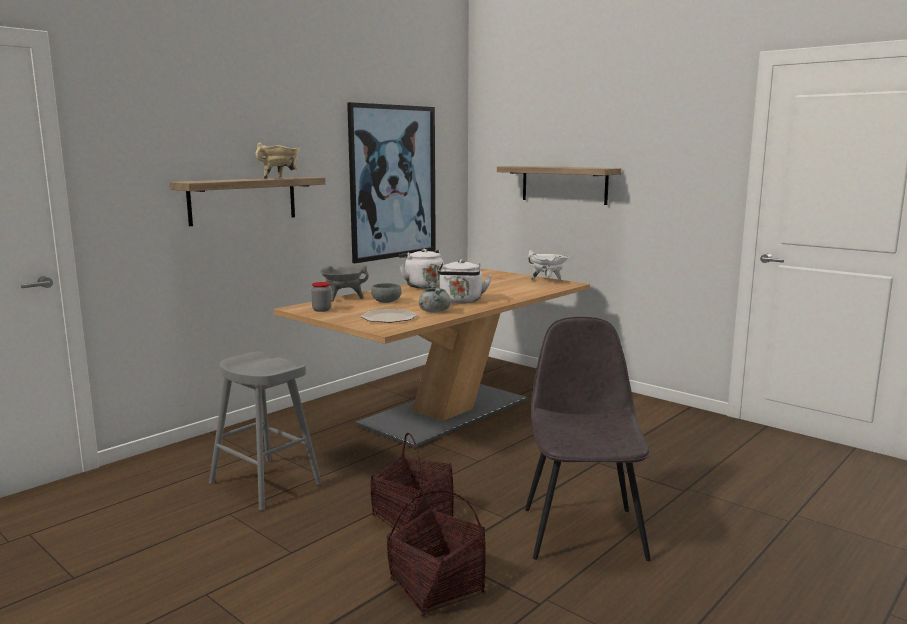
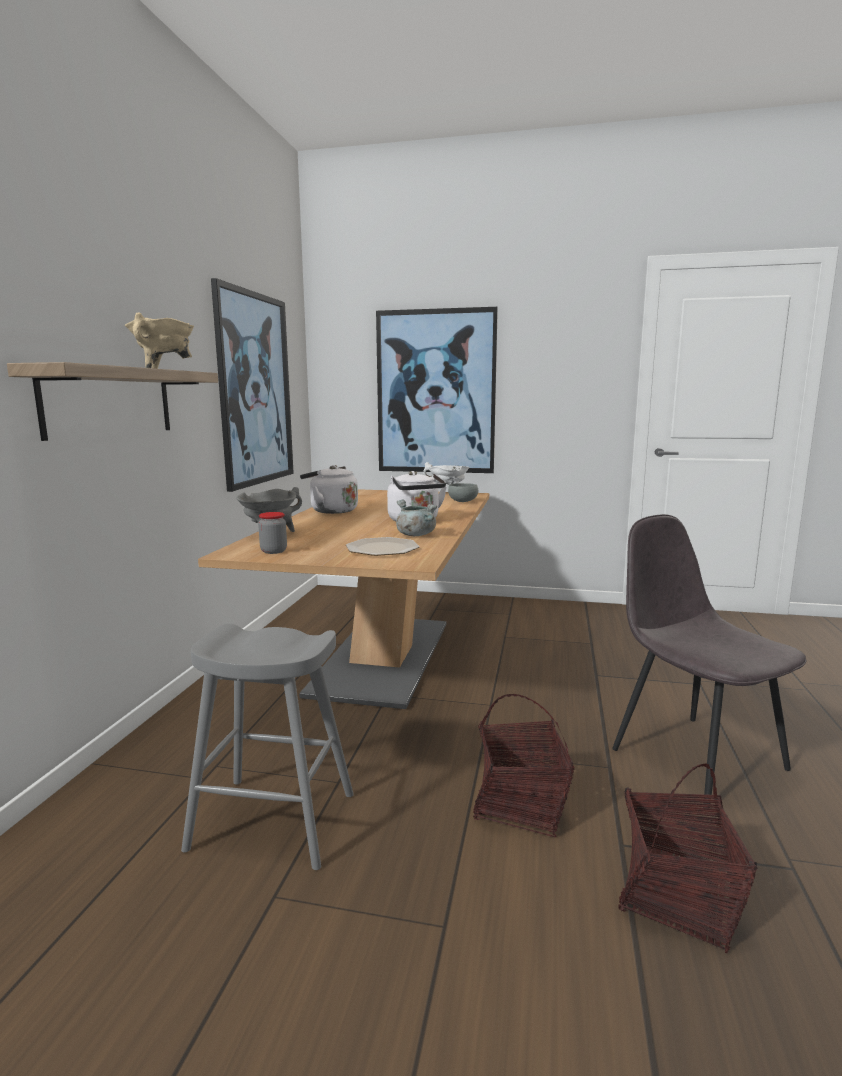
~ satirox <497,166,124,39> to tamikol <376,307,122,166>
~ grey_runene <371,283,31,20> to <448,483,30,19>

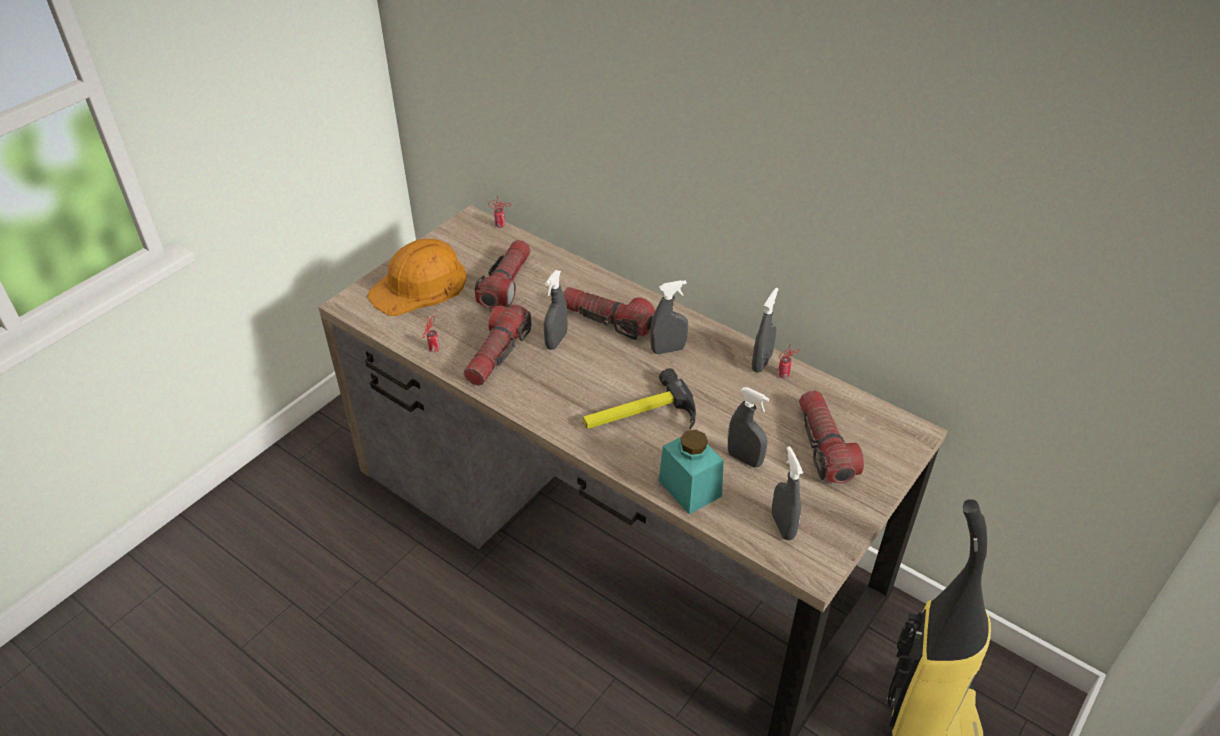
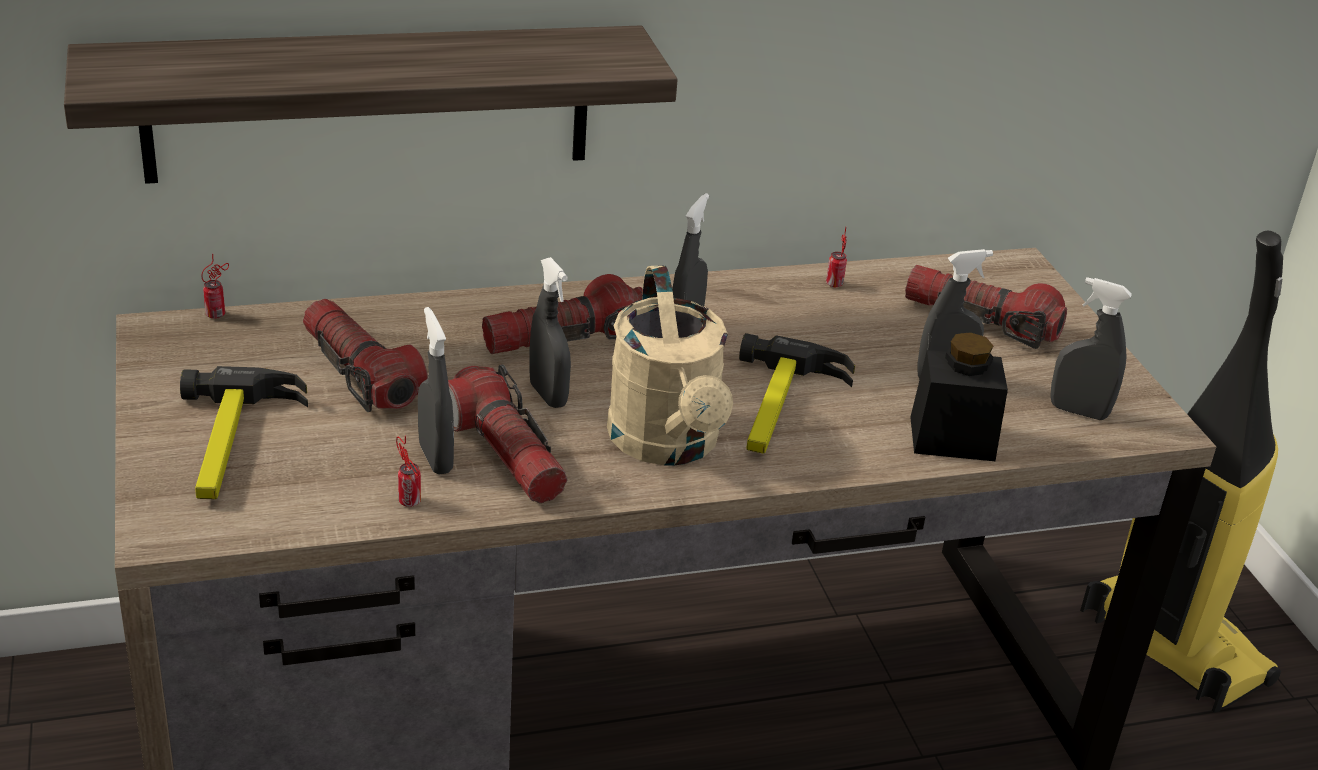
+ satirox <64,26,614,158>
~ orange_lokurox <367,239,100,77> to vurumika <180,366,128,133>
~ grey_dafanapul <752,288,27,85> to <418,307,36,168>
+ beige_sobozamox <607,265,126,200>
~ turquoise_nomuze <659,430,65,84> to black_nomuze <910,332,98,129>

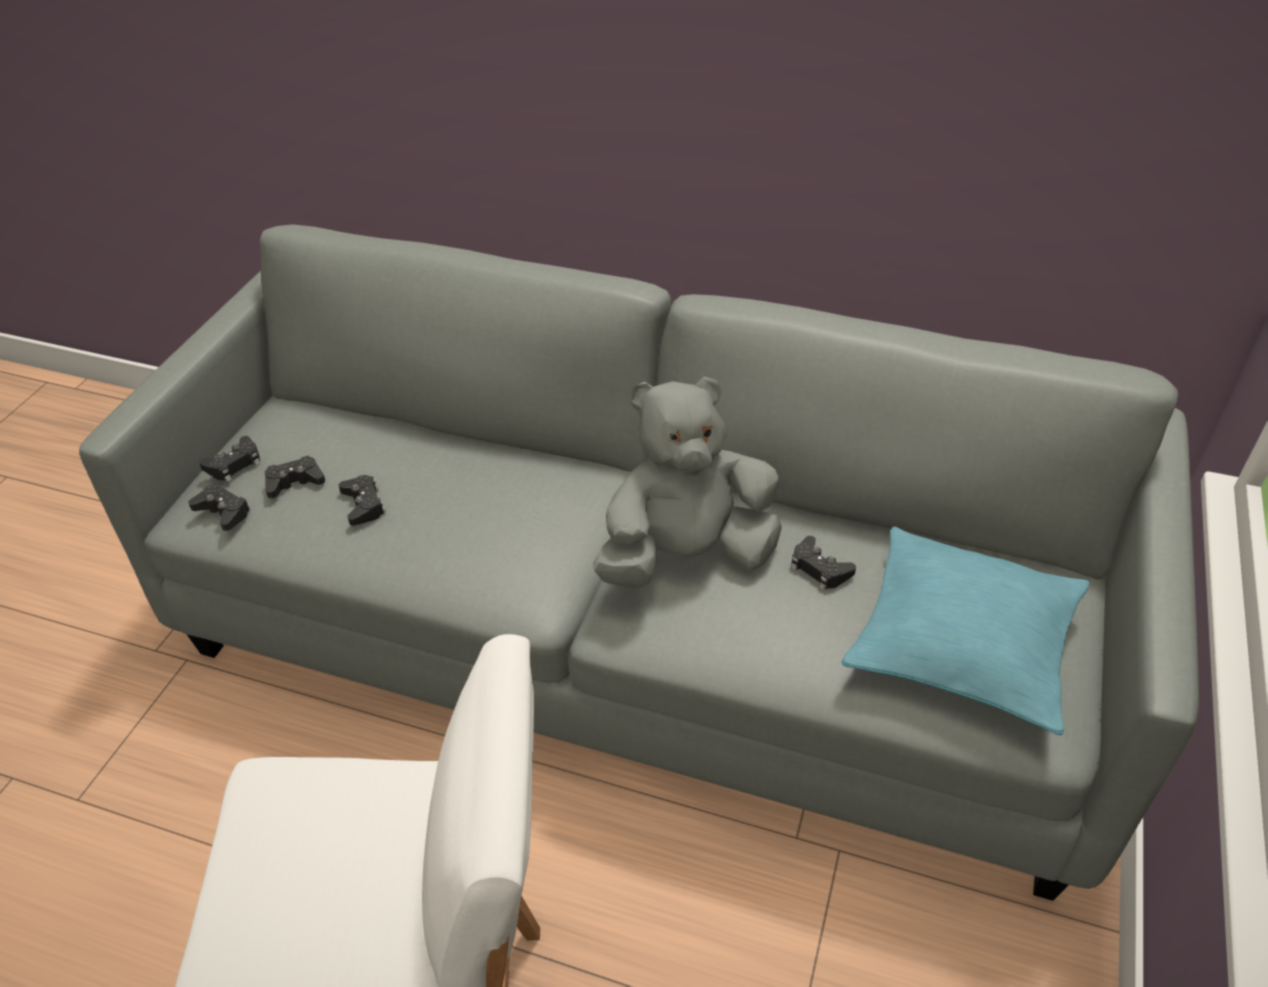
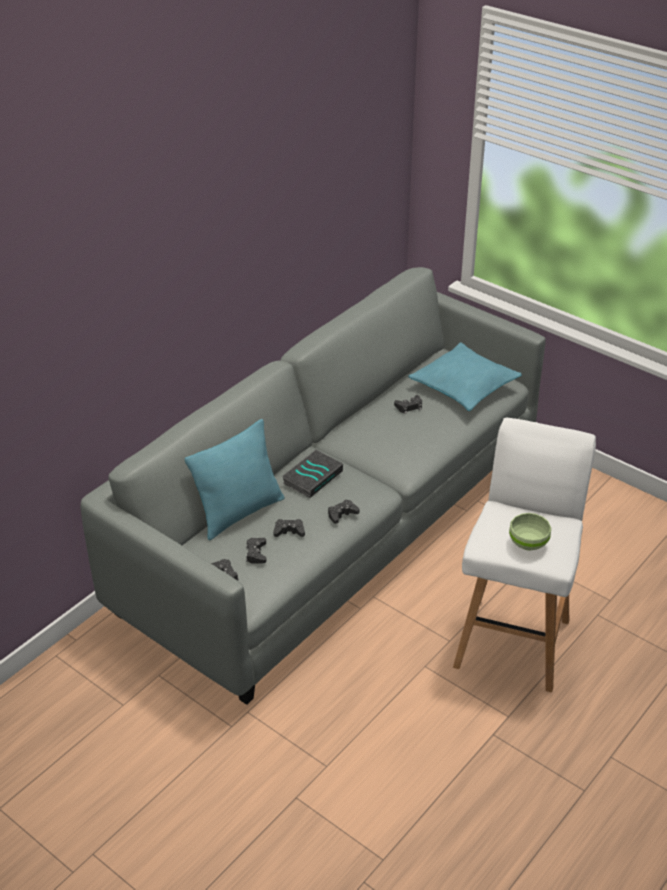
+ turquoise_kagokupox <185,419,99,121>
+ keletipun <282,449,61,49>
~ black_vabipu <188,483,63,48> to <328,499,31,25>
+ green_runene <509,513,42,38>
- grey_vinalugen <593,377,189,211>

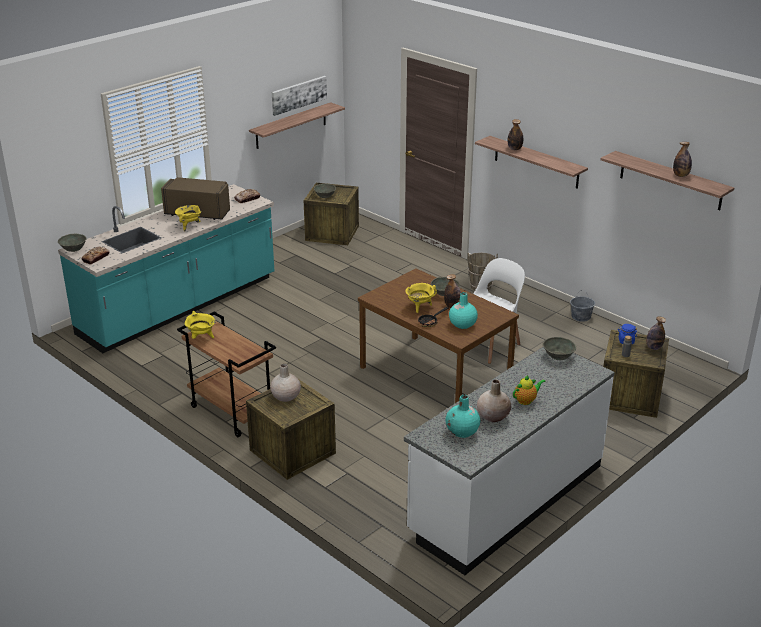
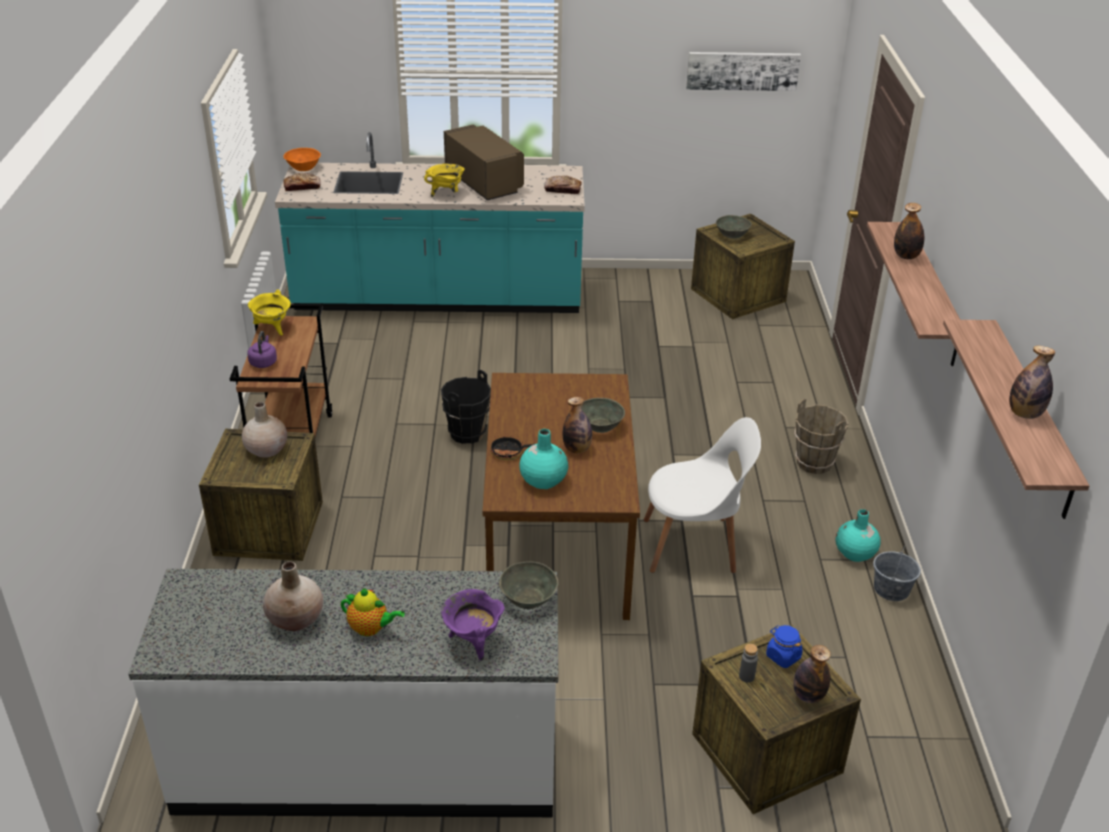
+ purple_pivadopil <247,331,30,37>
~ grey_runene <58,234,29,18> to orange_runene <283,148,38,23>
+ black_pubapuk <441,370,50,74>
+ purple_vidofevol <441,589,64,72>
~ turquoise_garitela <445,395,35,43> to <836,509,44,53>
- satirox <249,102,96,47>
- yellow_vidofevol <405,283,32,30>

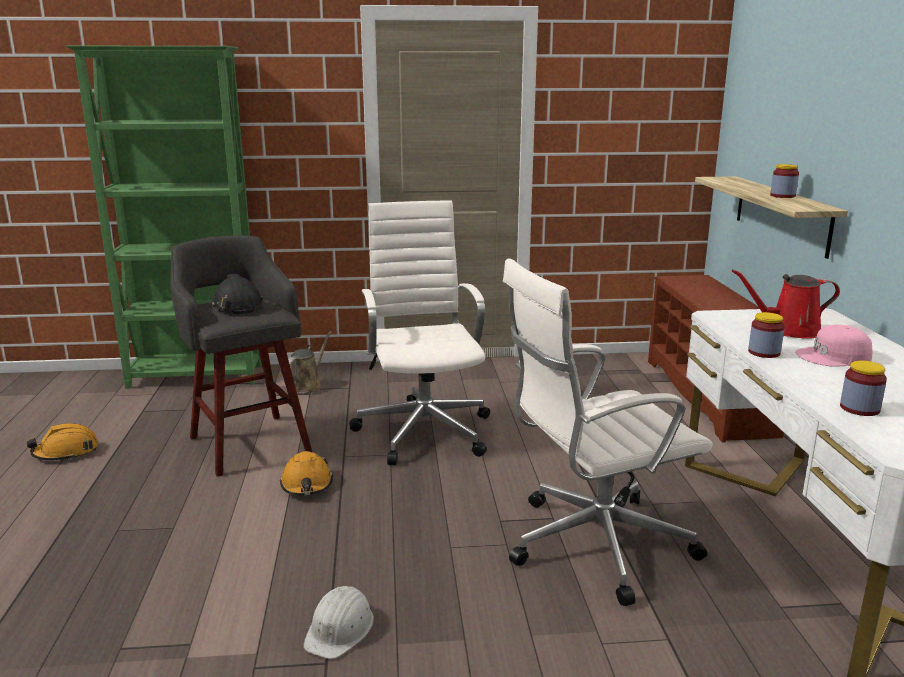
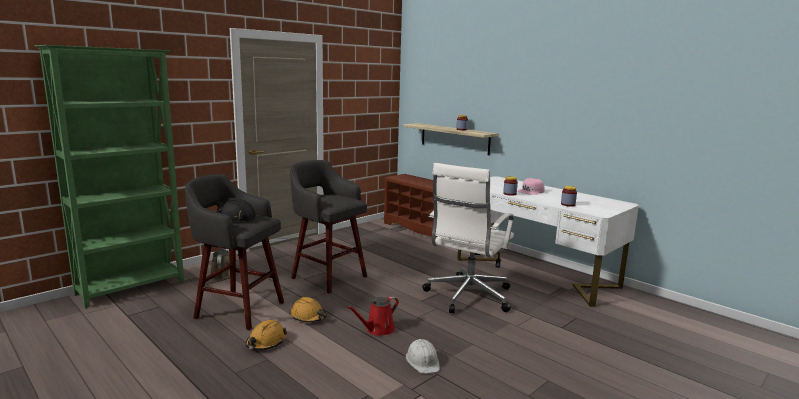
~ orange_lokurox <26,423,72,37> to <245,320,42,30>
~ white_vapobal <349,200,141,265> to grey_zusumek <290,160,77,134>
~ red_sobozamox <732,270,108,69> to <347,296,52,40>

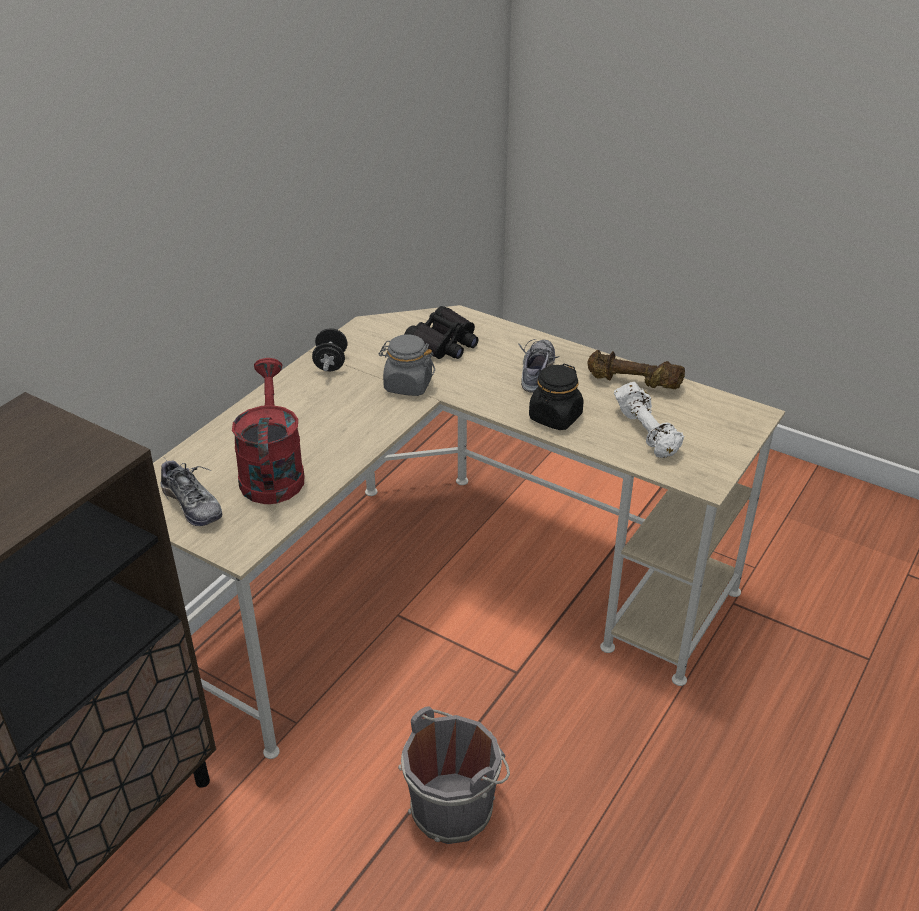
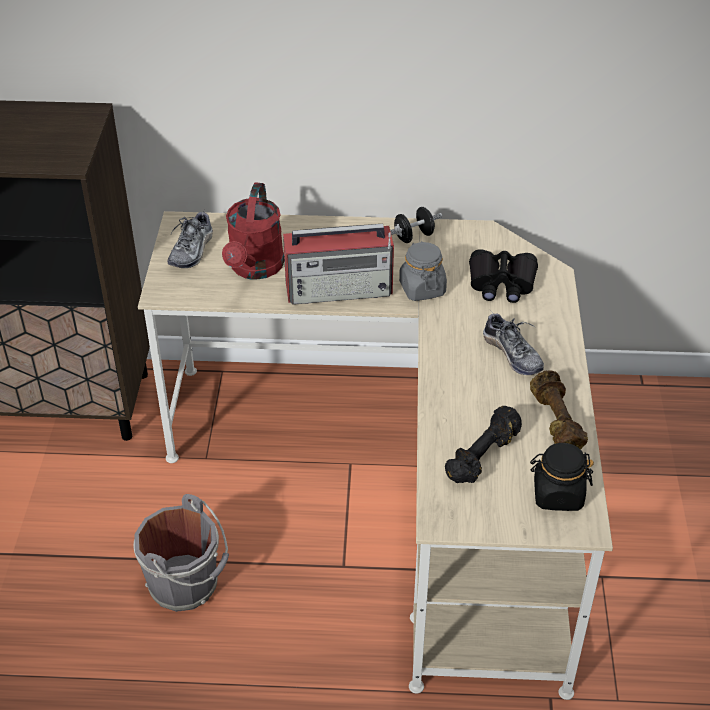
~ red_sobozamox <232,358,72,146> = <222,182,63,98> 135 degrees clockwise
+ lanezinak <283,224,111,81>
~ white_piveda <614,382,70,76> to black_piveda <445,406,77,77>
~ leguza <518,339,42,54> = <483,310,61,65> 75 degrees clockwise
~ black_nomuze <529,364,55,66> to <530,443,64,68>

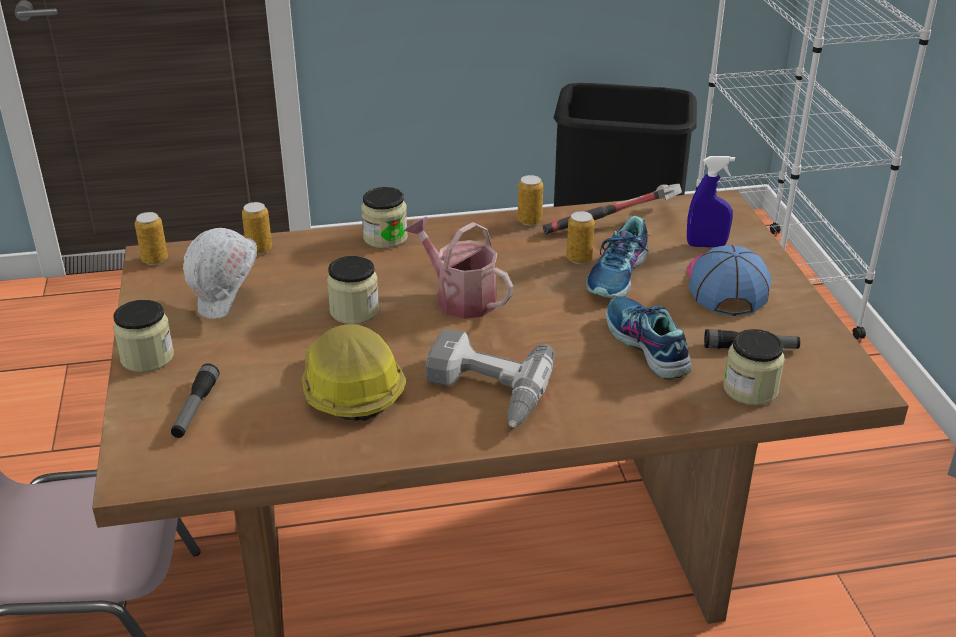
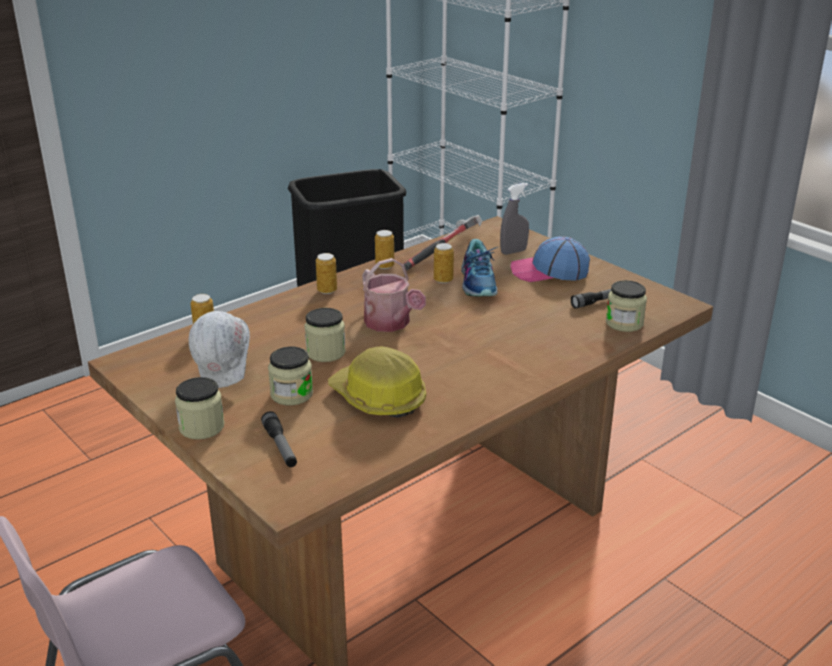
~ nomuze <361,187,47,62> to <268,347,45,59>
~ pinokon <135,212,33,53> to <316,253,21,41>
~ sobozamox <405,217,108,102> = <362,258,64,74> 135 degrees counterclockwise
~ blue_dafanapul <687,156,48,91> to grey_dafanapul <500,183,29,72>
~ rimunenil <687,245,84,71> = <510,236,80,46> 60 degrees counterclockwise
- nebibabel <425,329,130,98>
- leguza <606,296,86,83>

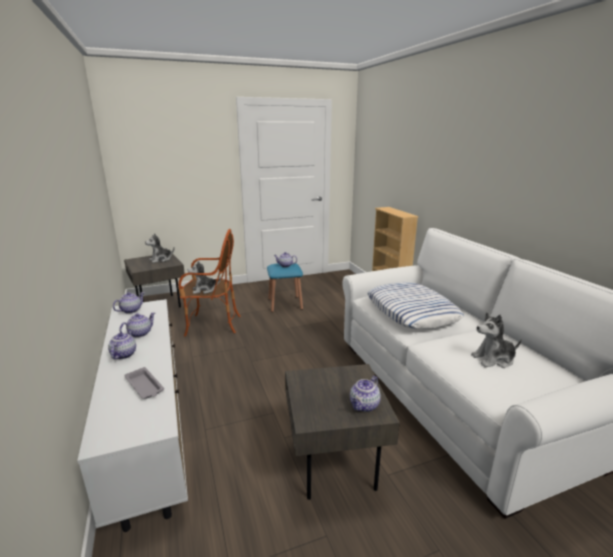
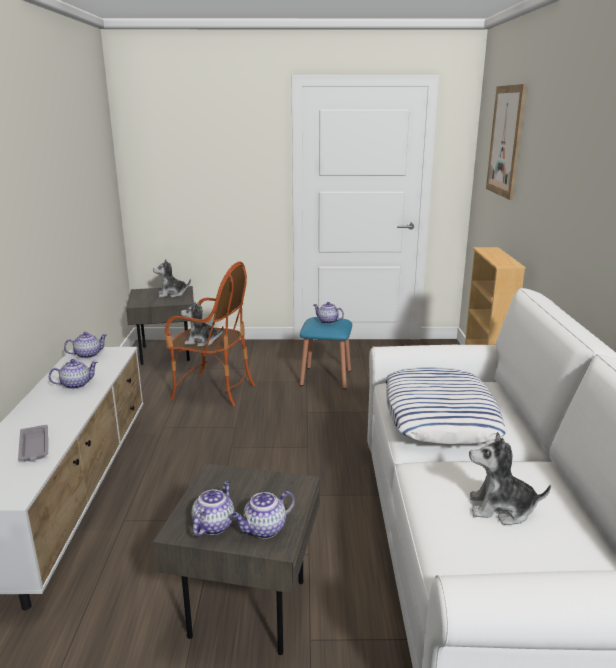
~ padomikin <108,329,28,30> to <191,481,43,55>
+ tamikol <486,84,40,116>

